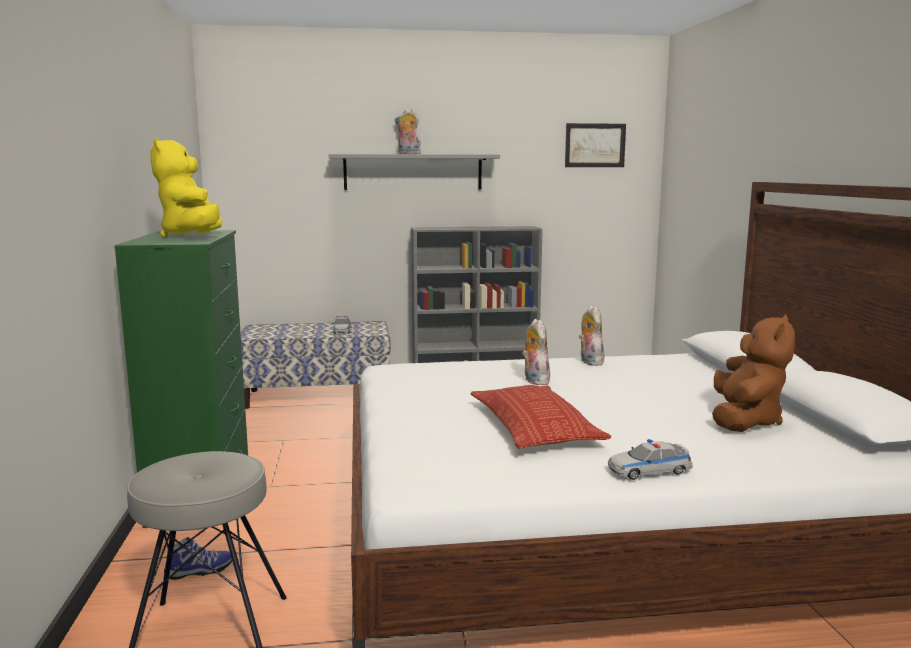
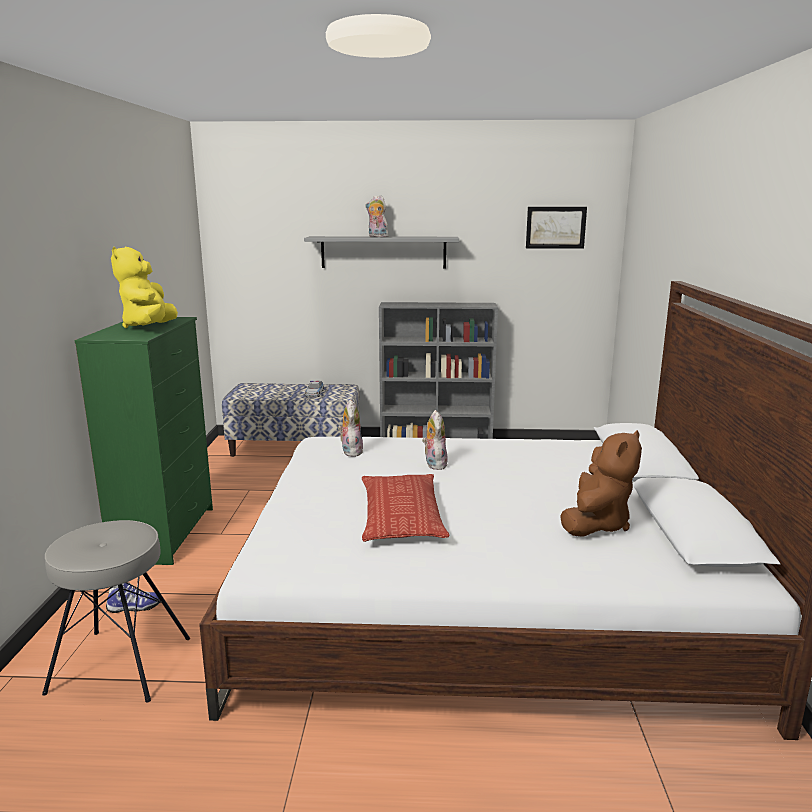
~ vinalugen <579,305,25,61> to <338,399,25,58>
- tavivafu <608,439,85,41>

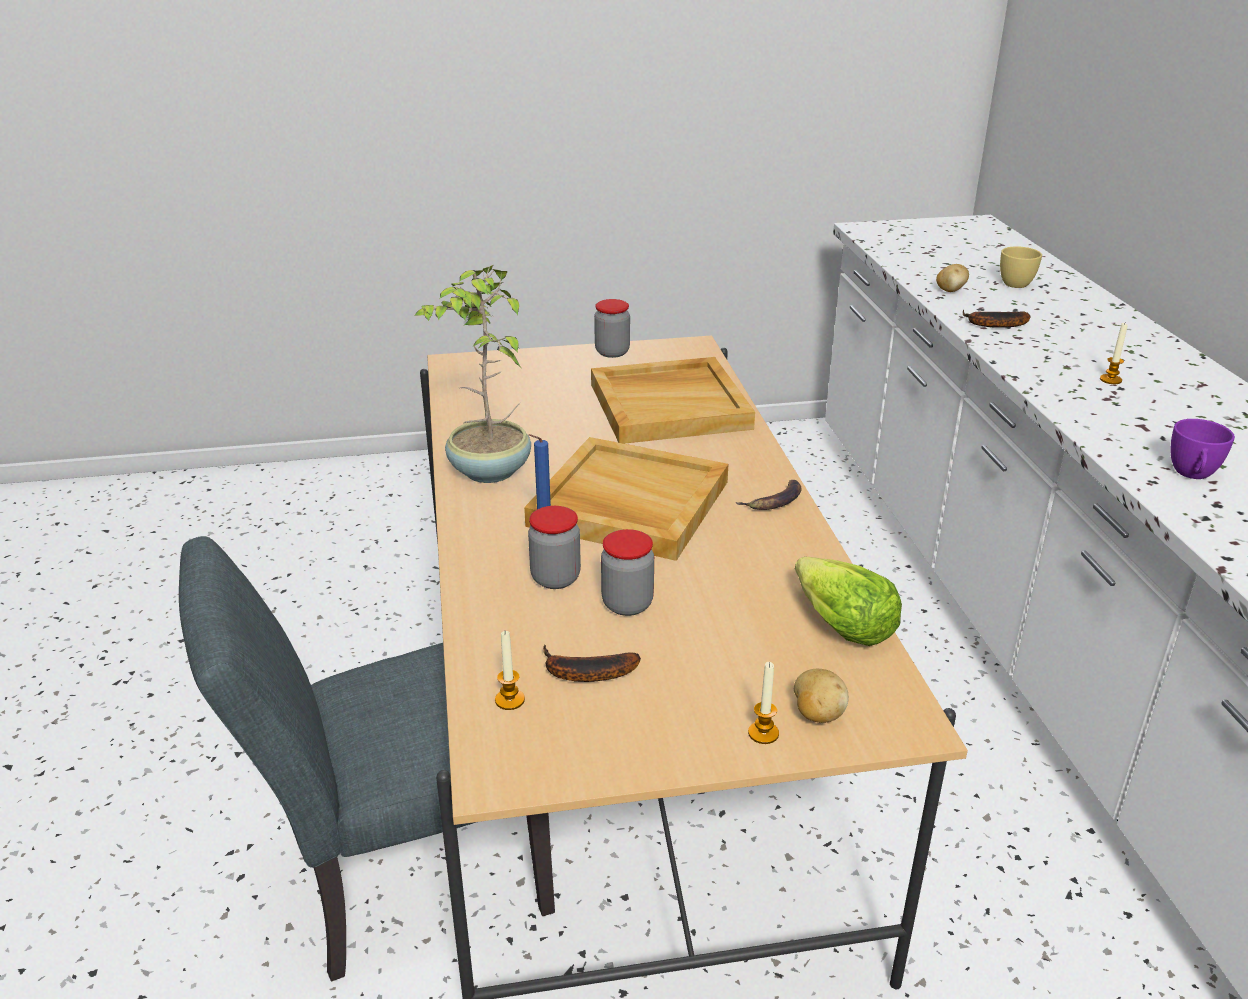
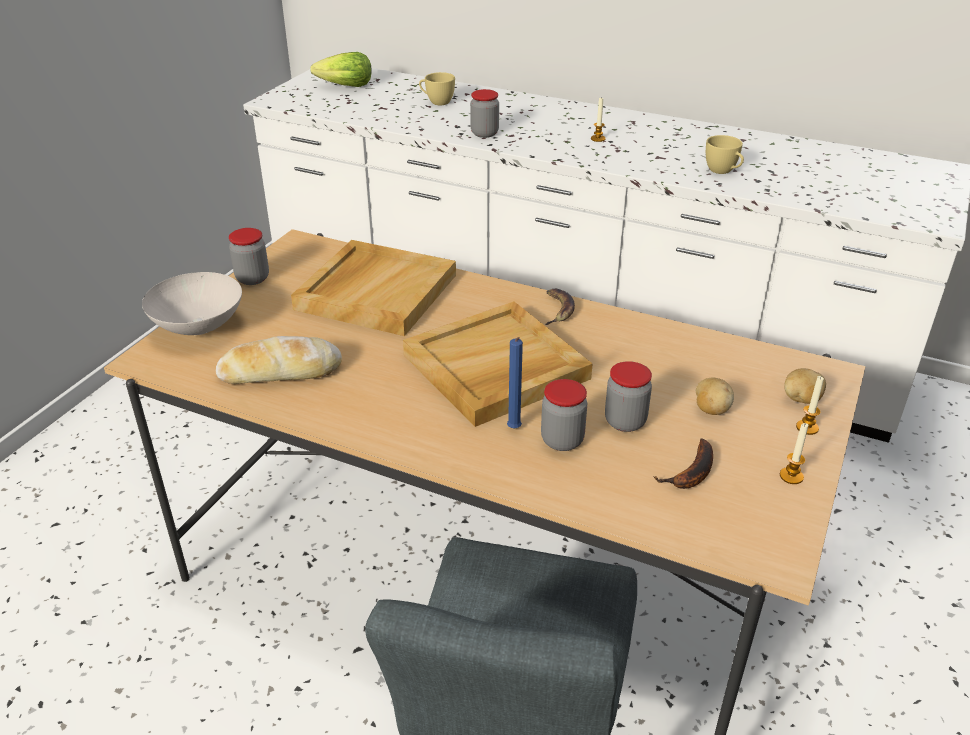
+ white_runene <142,272,100,63>
+ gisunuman <216,336,126,48>
~ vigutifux <795,556,107,90> to <310,52,62,35>
~ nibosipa <963,310,68,18> to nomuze <470,89,29,49>
~ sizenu <936,264,33,28> to <696,378,38,37>
~ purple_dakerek <1171,419,64,60> to yellow_dakerek <706,135,38,39>
~ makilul <495,631,30,79> to <780,423,28,61>
- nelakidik <414,265,117,218>

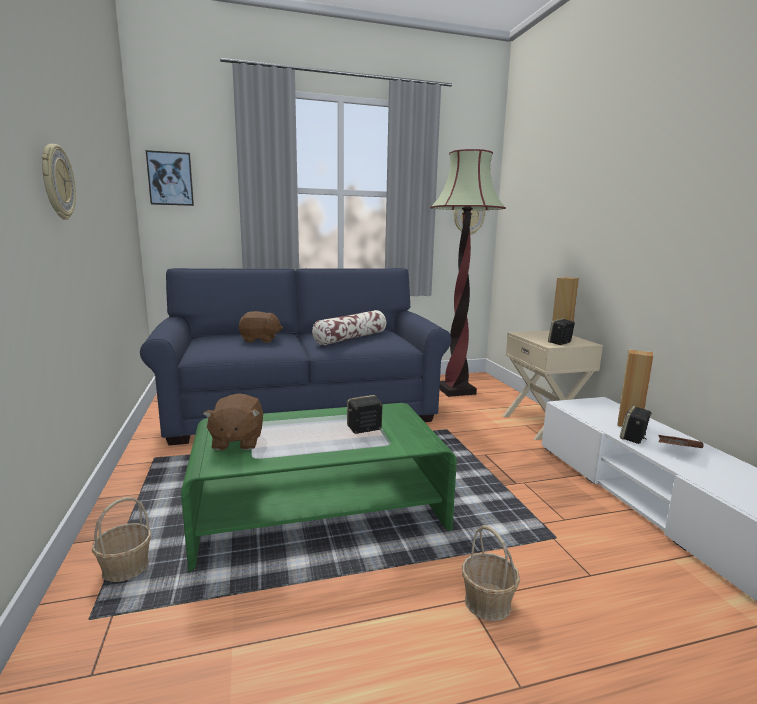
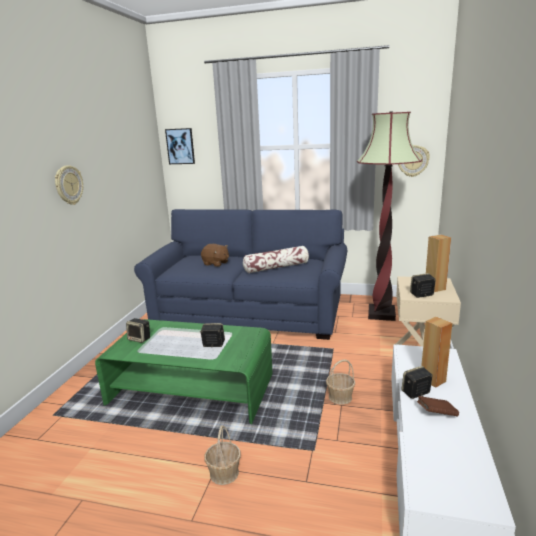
~ brown_vinalugen <203,393,60,57> to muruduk <126,318,24,25>
~ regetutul <92,497,59,85> to <326,359,29,46>

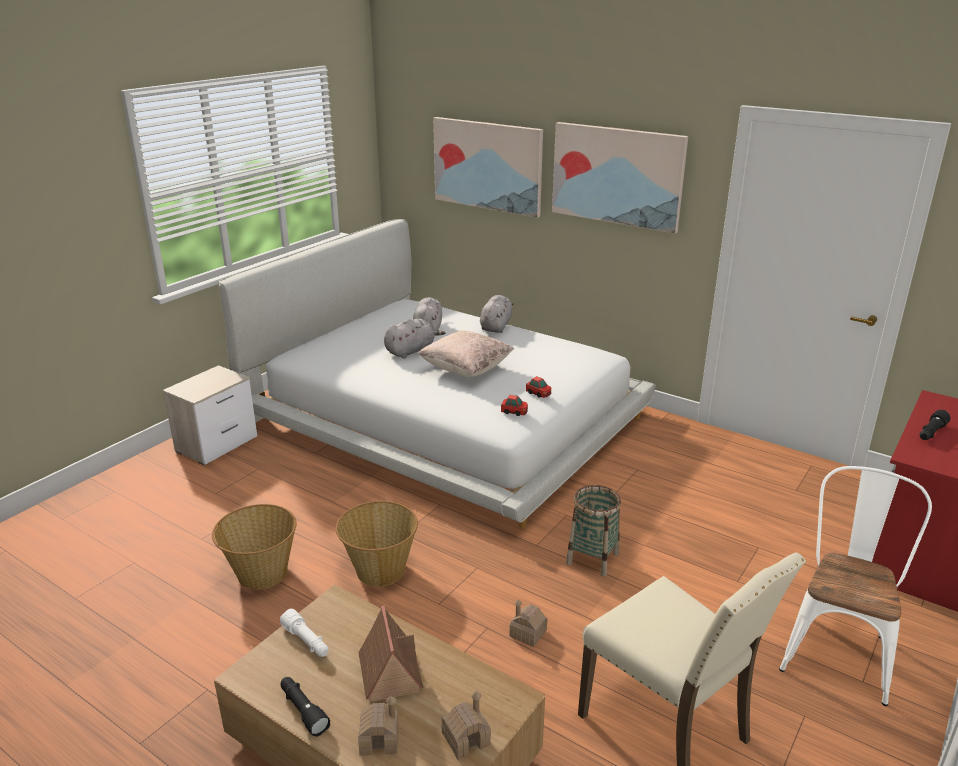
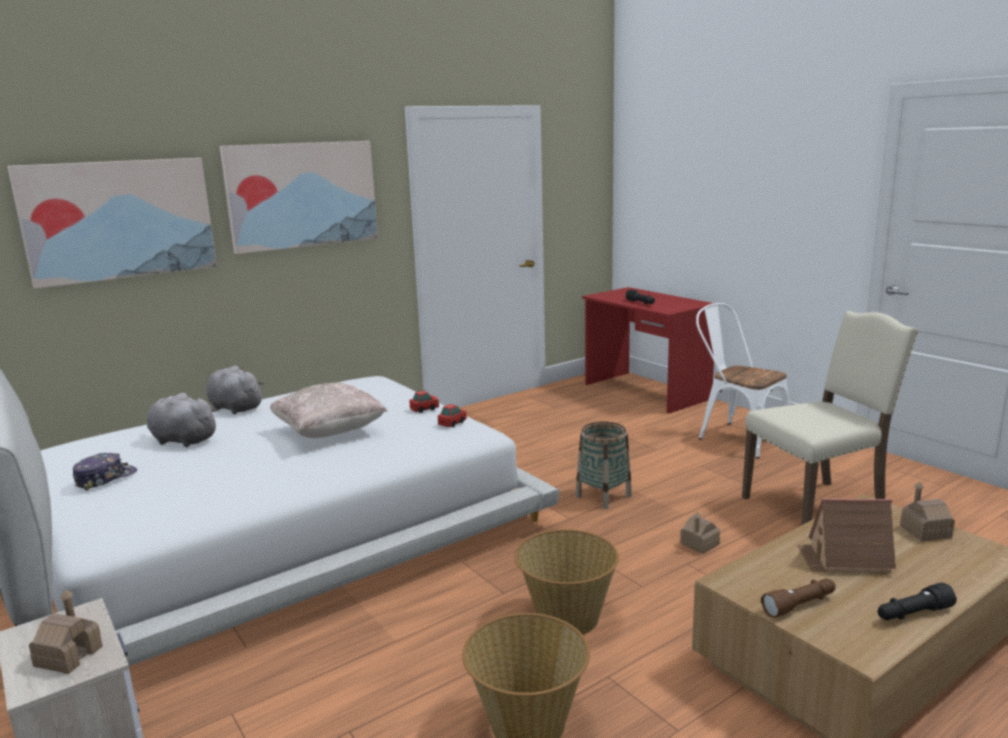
~ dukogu <358,696,40,60> to <29,589,74,85>
+ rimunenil <73,453,64,38>
~ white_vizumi <280,609,49,48> to brown_vizumi <761,579,75,39>
- grey_vinalugen <384,319,61,40>

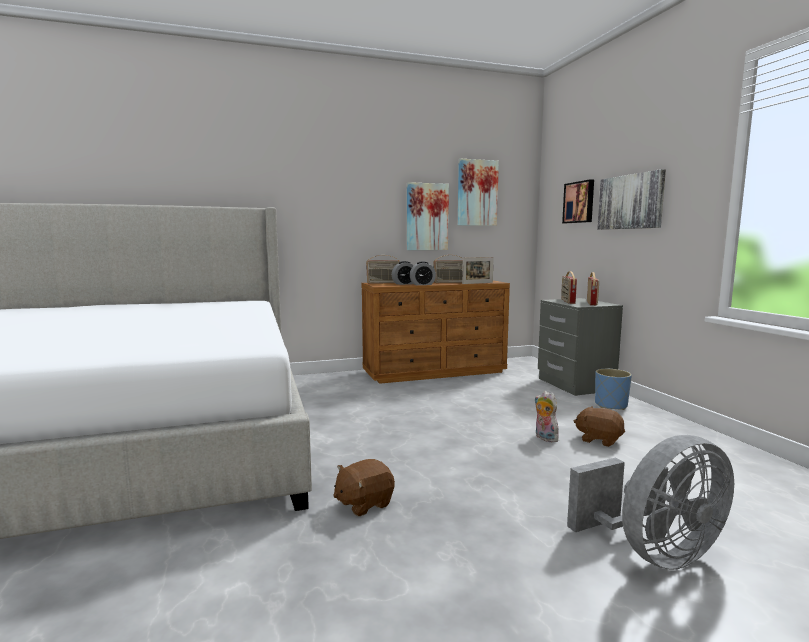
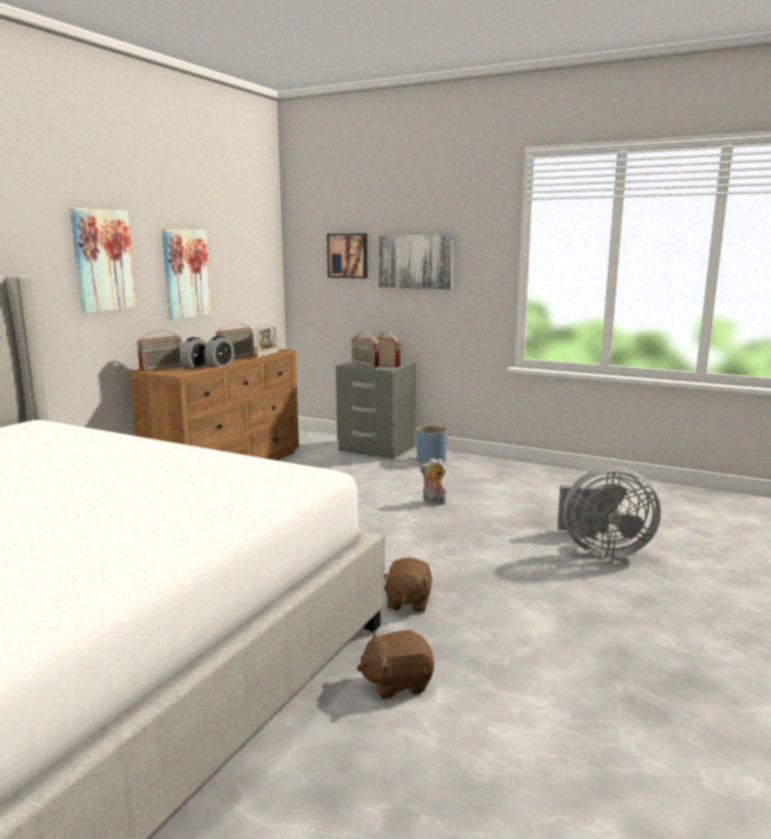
~ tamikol <458,159,41,67> to <70,208,66,105>
~ brown_vinalugen <574,406,51,41> to <357,630,77,69>
~ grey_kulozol <567,435,167,135> = <557,467,104,91> 75 degrees clockwise

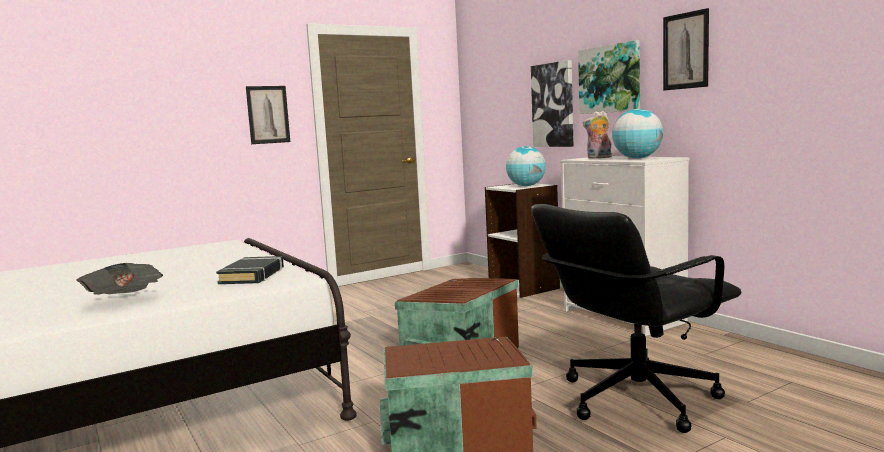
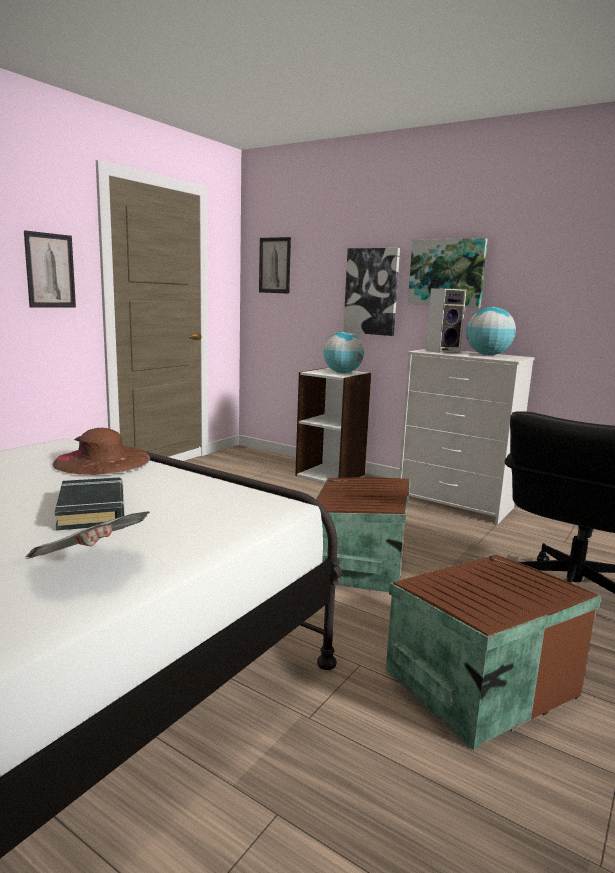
+ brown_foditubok <53,428,97,47>
~ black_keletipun <216,256,68,28> to <55,478,70,53>
~ tamikol <663,8,46,83> to <259,237,32,57>
~ vinalugen <583,111,29,48> to muruduk <426,288,40,65>

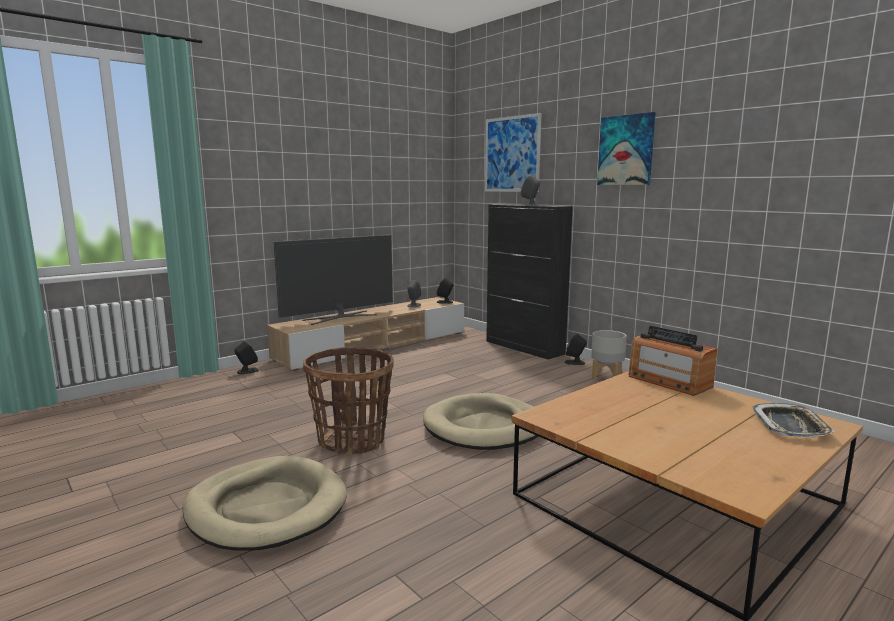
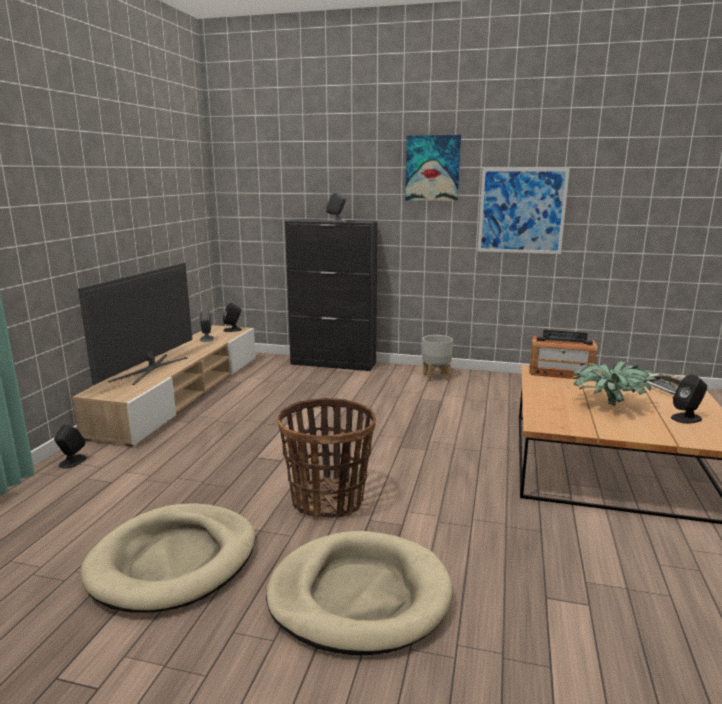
~ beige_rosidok <423,393,115,57> to <81,503,174,109>
~ tamikol <485,113,56,79> to <478,168,92,86>
+ nelakidik <570,361,86,45>
~ black_muruduk <565,334,22,31> to <671,375,36,49>

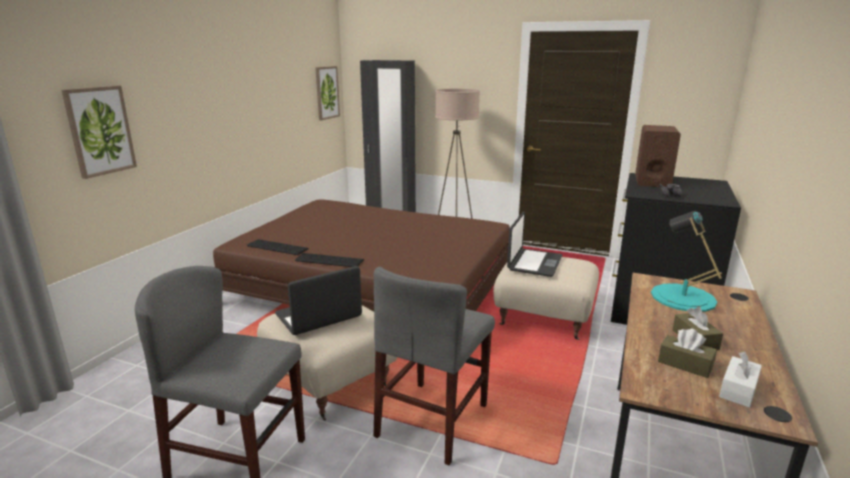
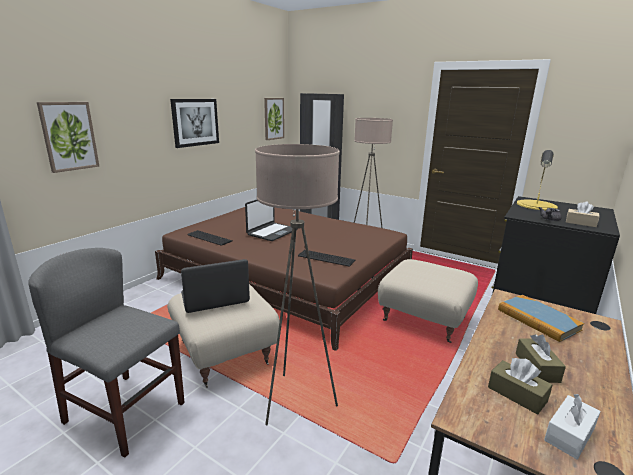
+ tamikol <170,99,49,49>
~ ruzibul <507,211,55,66> to <245,200,52,41>
~ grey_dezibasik <374,267,121,199> to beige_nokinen <255,144,85,281>
~ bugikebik <295,253,69,14> to <298,250,58,17>
~ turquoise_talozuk <651,211,71,101> to keletipun <498,295,86,47>
~ brown_muruduk <635,125,46,62> to yellow_talozuk <517,150,41,61>
+ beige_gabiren <566,201,34,26>

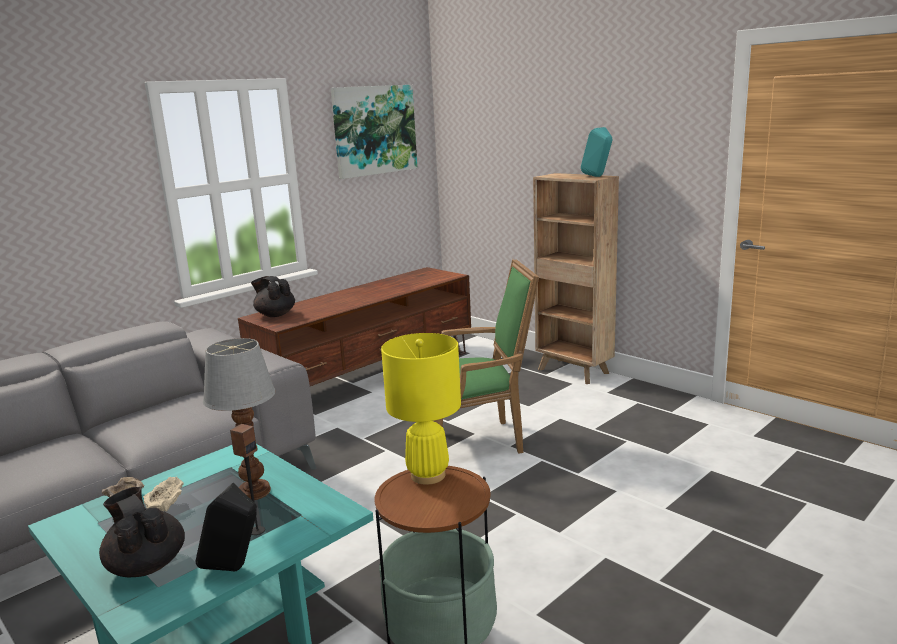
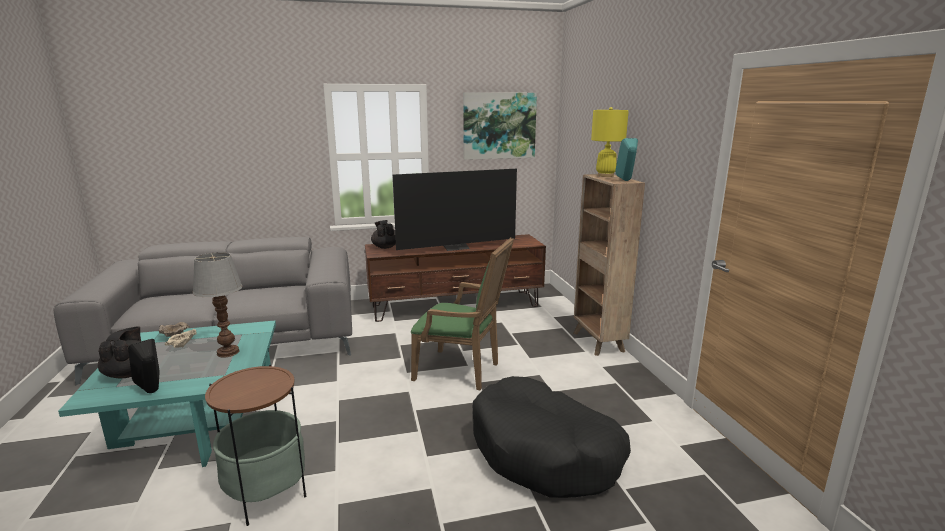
+ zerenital <393,169,124,82>
+ black_rosidok <473,376,158,122>
~ yellow_talozuk <381,333,80,152> to <591,107,38,70>
- muruduk <230,424,35,111>

